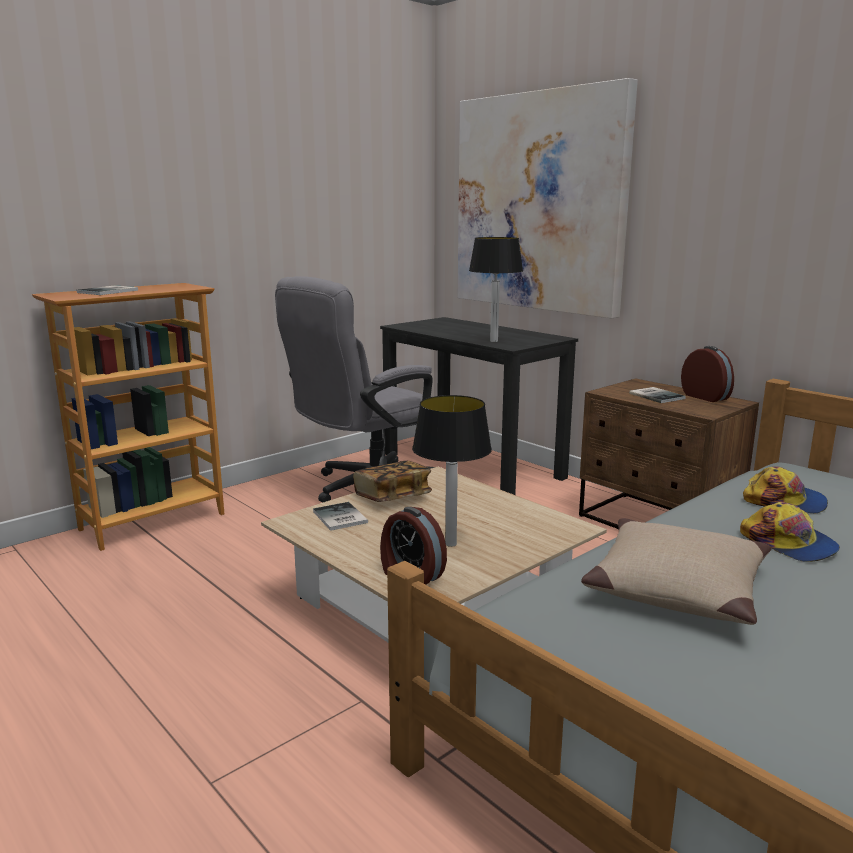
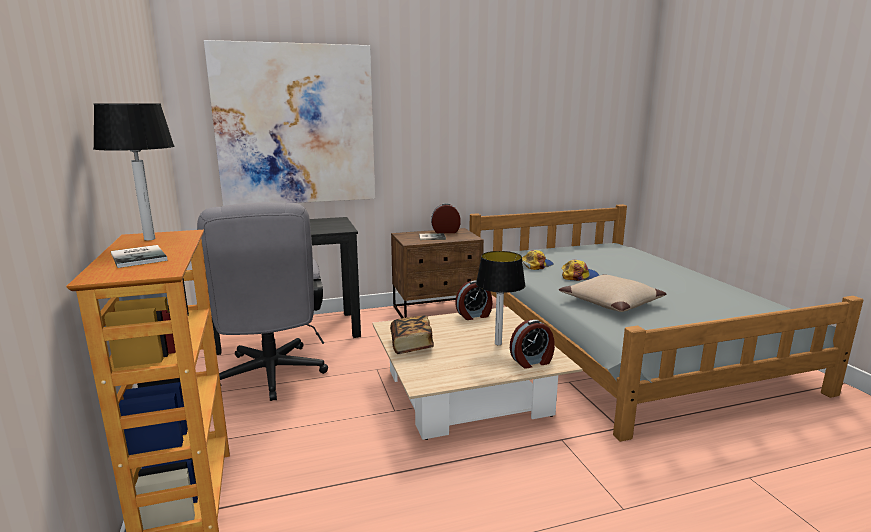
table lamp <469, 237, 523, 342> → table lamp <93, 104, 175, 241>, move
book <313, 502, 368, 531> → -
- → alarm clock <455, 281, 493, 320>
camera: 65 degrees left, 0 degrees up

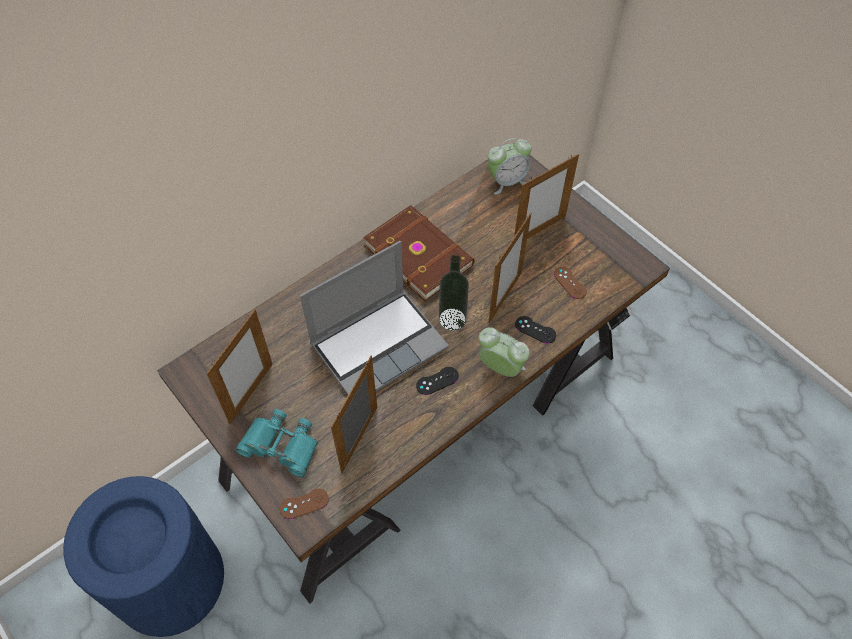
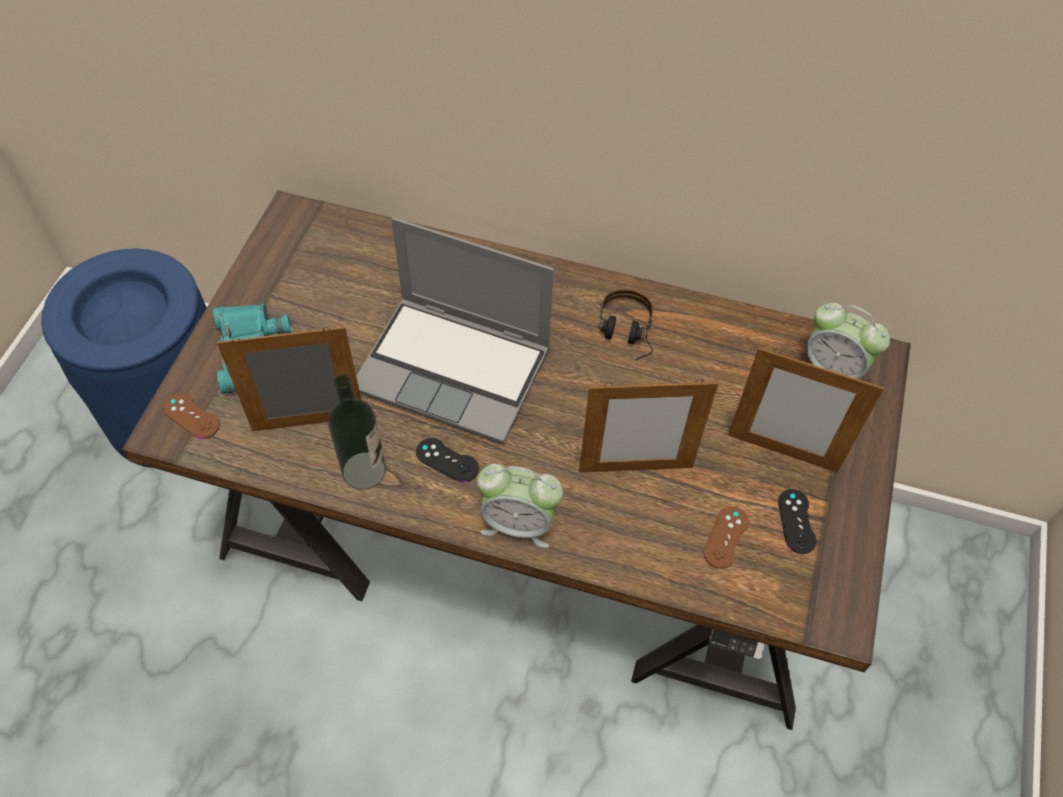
book (brown) <363, 205, 475, 301> → headphones <599, 290, 653, 361>
bottle <439, 255, 469, 331> → bottle <328, 375, 386, 490>, move
picture frame <206, 309, 273, 424> → -
game controller (black) <515, 316, 556, 344> → game controller (black) <778, 489, 816, 554>, move
alarm clock <478, 327, 530, 377> → alarm clock <477, 464, 563, 548>, 105 degrees clockwise
camera: 55 degrees right, 0 degrees up

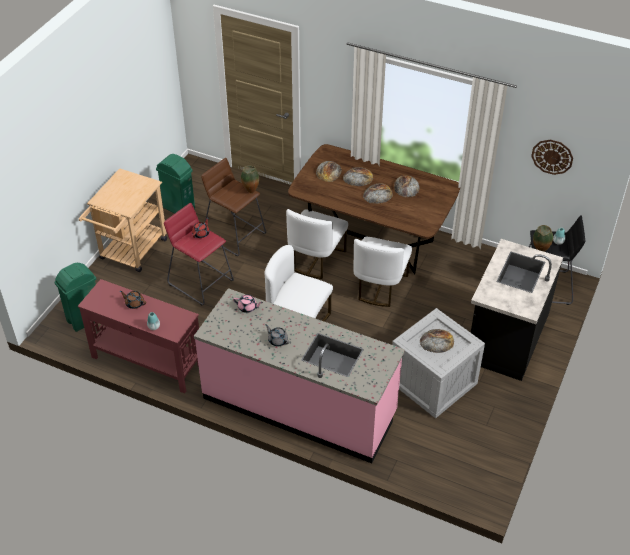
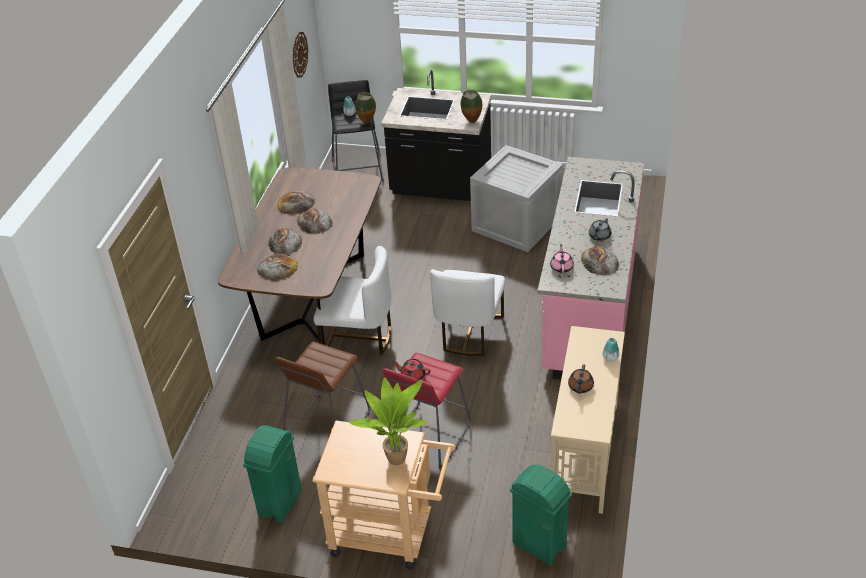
vase <241, 166, 259, 193> → vase <461, 90, 482, 123>, move
chair (white) <353, 237, 412, 307> → -
console table (red) <78, 279, 199, 394> → console table (beige) <551, 326, 625, 514>
bread <420, 329, 454, 353> → bread <581, 246, 619, 276>, move
- → potted plant <348, 378, 428, 465>
camera: 100 degrees left, 5 degrees down

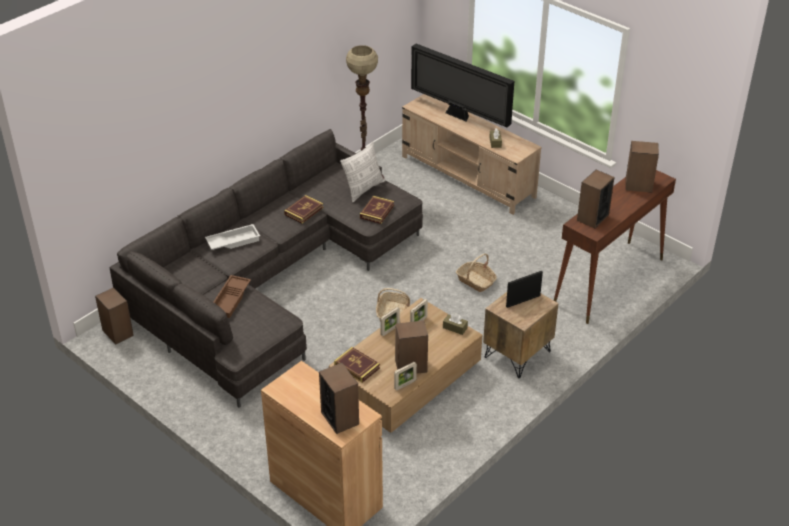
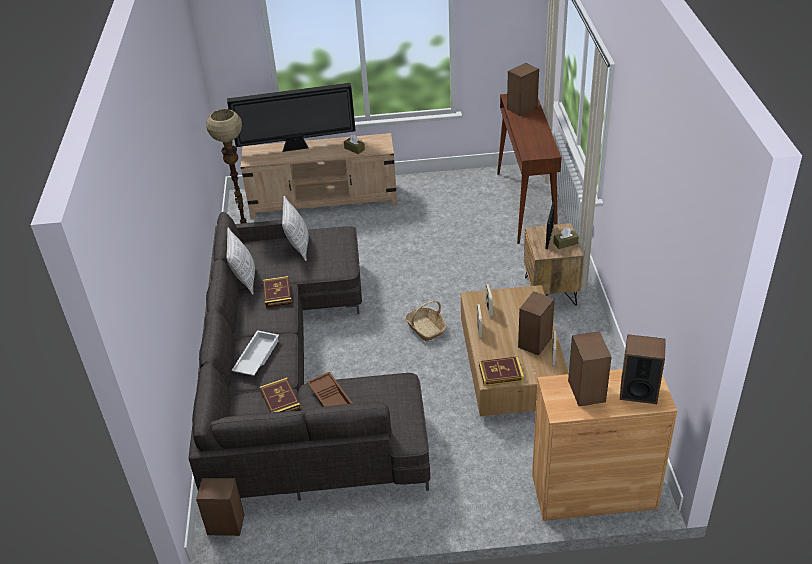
speaker <577, 170, 615, 228> → speaker <568, 331, 612, 406>, move
book <360, 196, 394, 224> → book <260, 377, 301, 412>, move
basket <456, 253, 497, 292> → -
tissue box (brown) <443, 313, 468, 335> → tissue box (brown) <553, 228, 579, 249>, move
- → pillow <226, 227, 255, 295>
camera: 45 degrees left, 0 degrees up

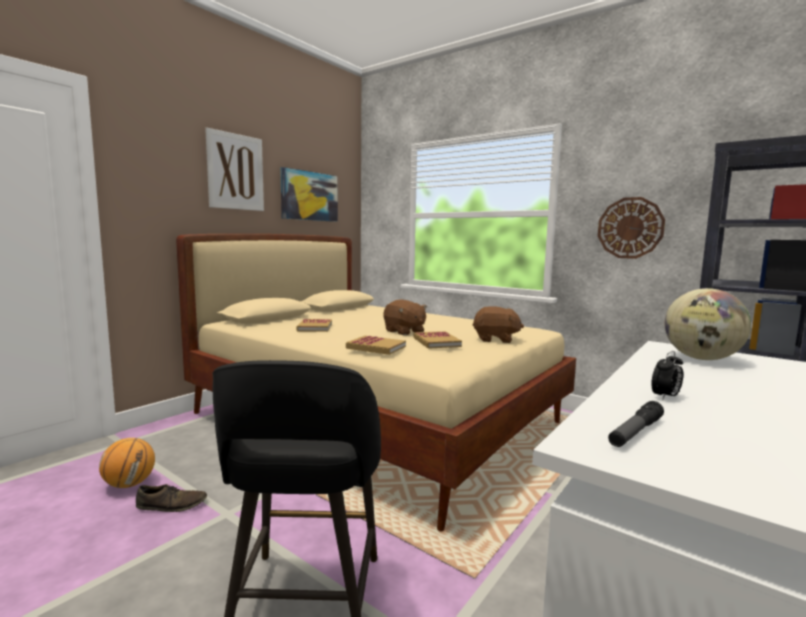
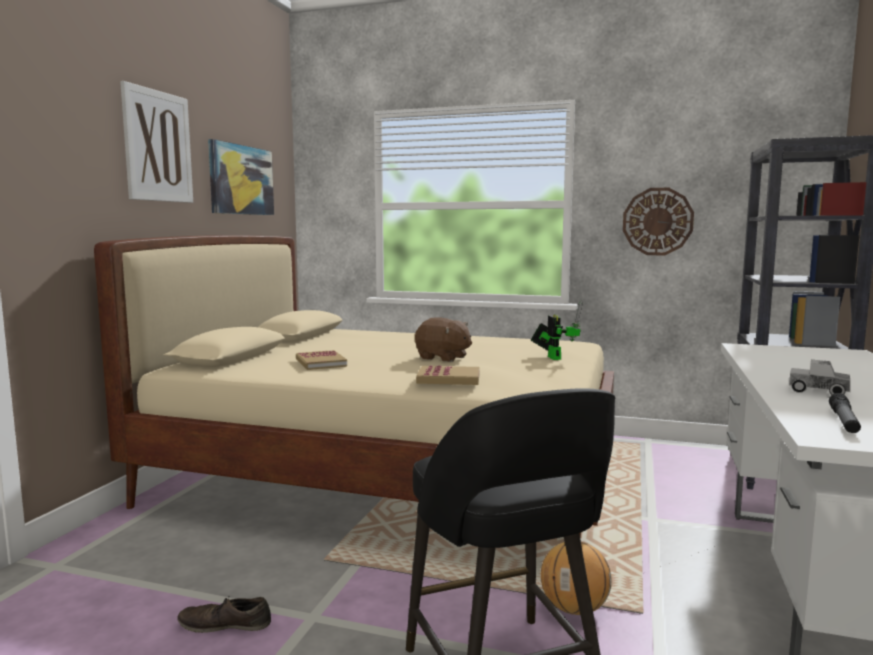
globe <665, 288, 751, 360> → -
plush toy (brown) <472, 306, 524, 343> → toy robot <531, 300, 583, 360>
book <413, 331, 462, 349> → -
alarm clock <651, 351, 683, 400> → toy truck <789, 360, 850, 395>
basketball <99, 438, 155, 488> → basketball <541, 542, 612, 615>, move
shoe (brown) <136, 484, 207, 512> → shoe (brown) <177, 596, 271, 633>, 150 degrees counterclockwise
camera: 20 degrees left, 0 degrees up

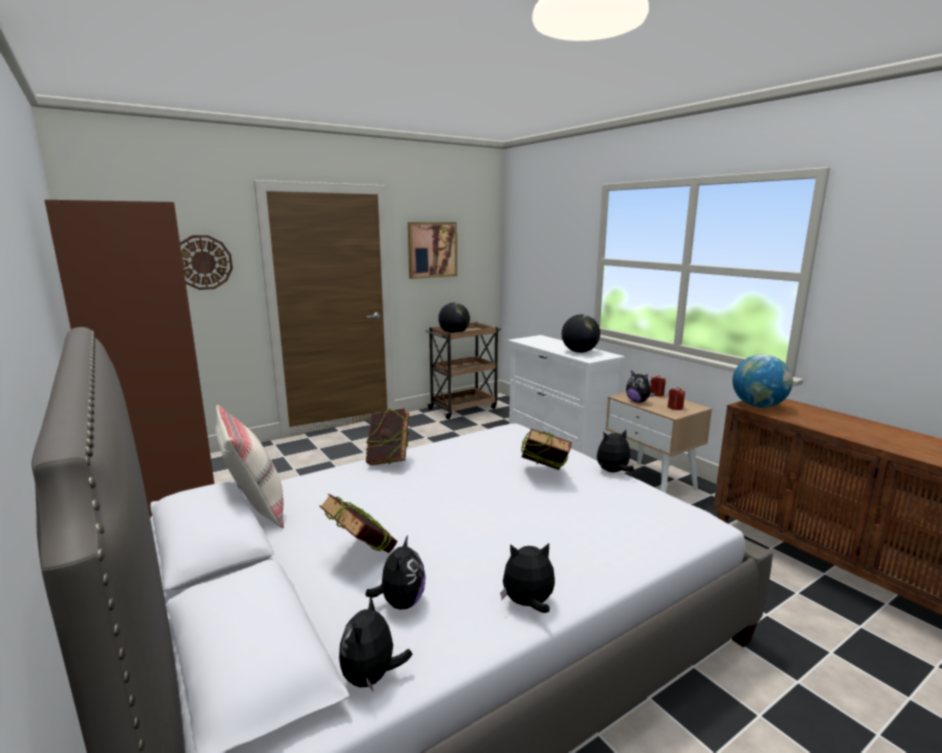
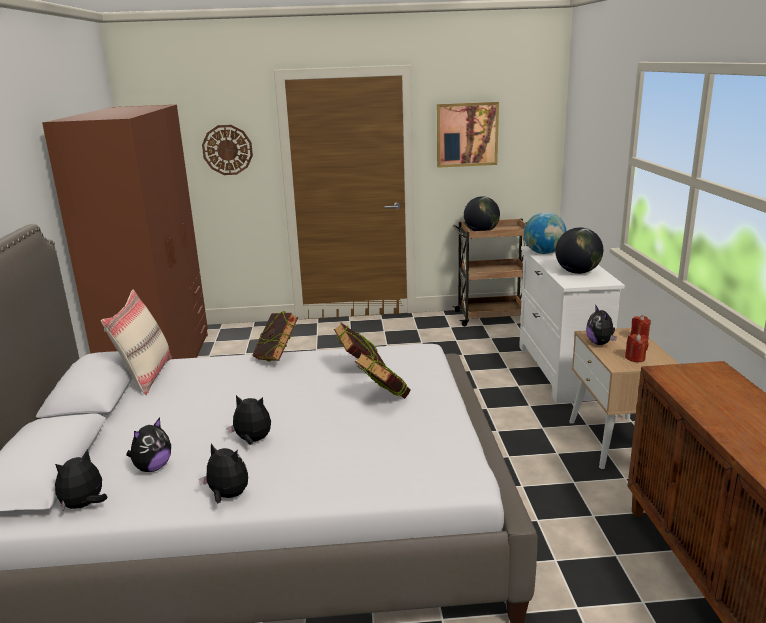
globe <732, 354, 793, 408> → globe <524, 212, 567, 254>, move
plush toy <597, 430, 634, 472> → plush toy <226, 395, 271, 445>, move
book <319, 494, 398, 553> → book <334, 322, 386, 367>, move
camera: 30 degrees right, 5 degrees up

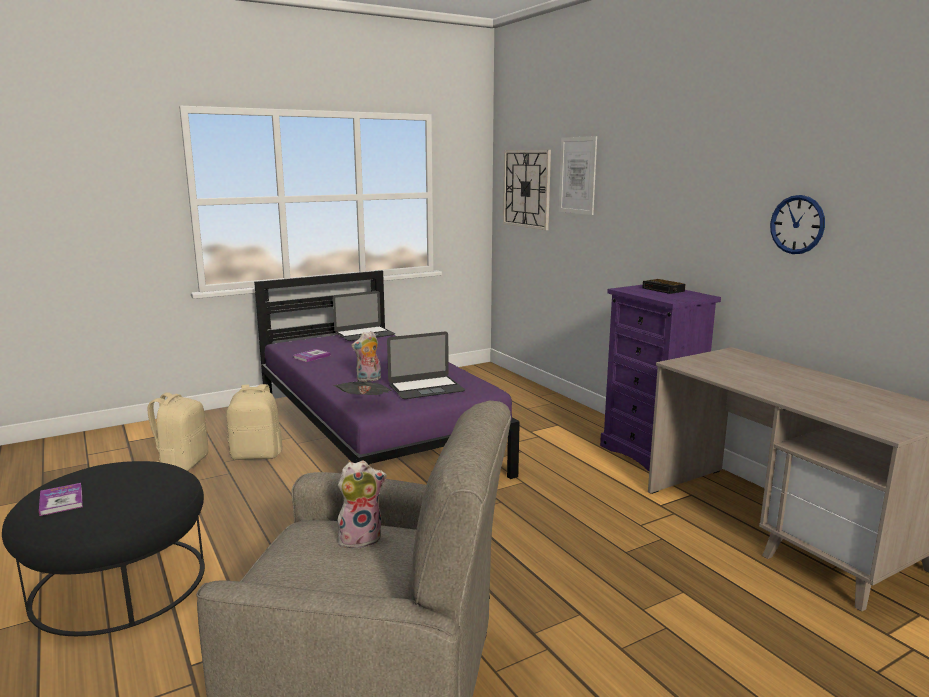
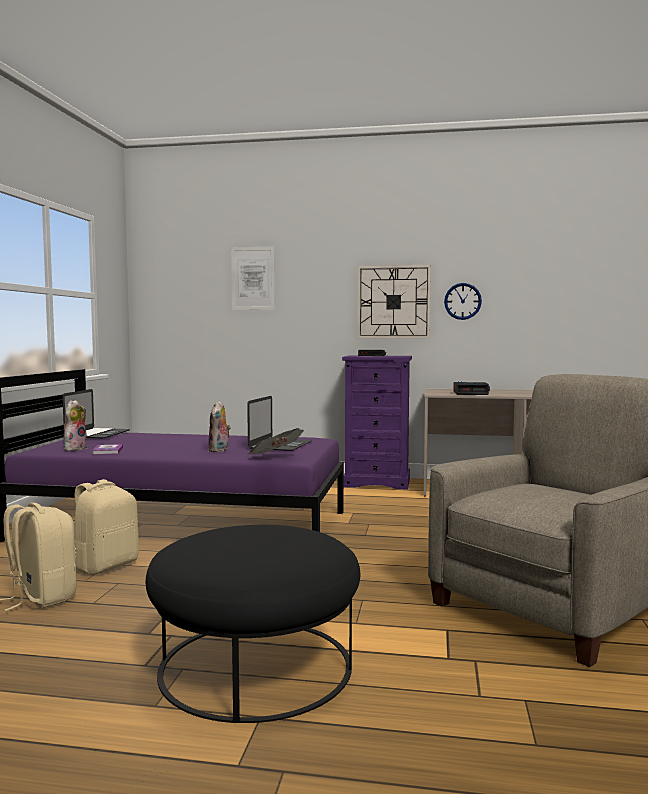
wall clock <503, 150, 551, 230> → wall clock <357, 265, 431, 339>, move
plush toy <337, 461, 387, 549> → plush toy <63, 400, 87, 451>, move
book <39, 483, 83, 516> → -
- → alarm clock <454, 382, 490, 395>
camera: 50 degrees left, 10 degrees down

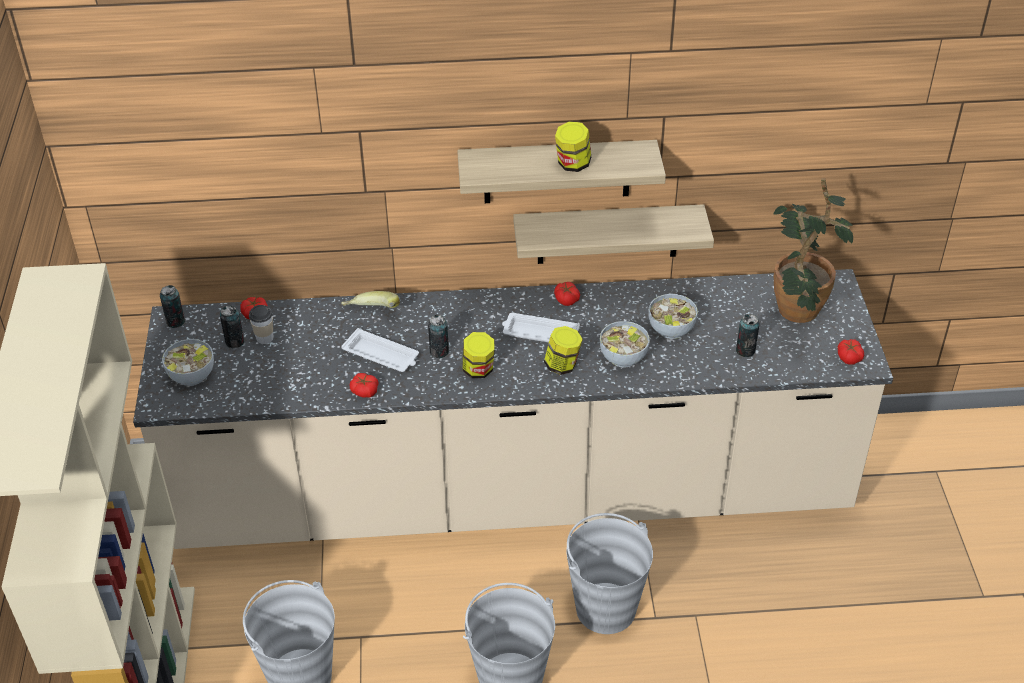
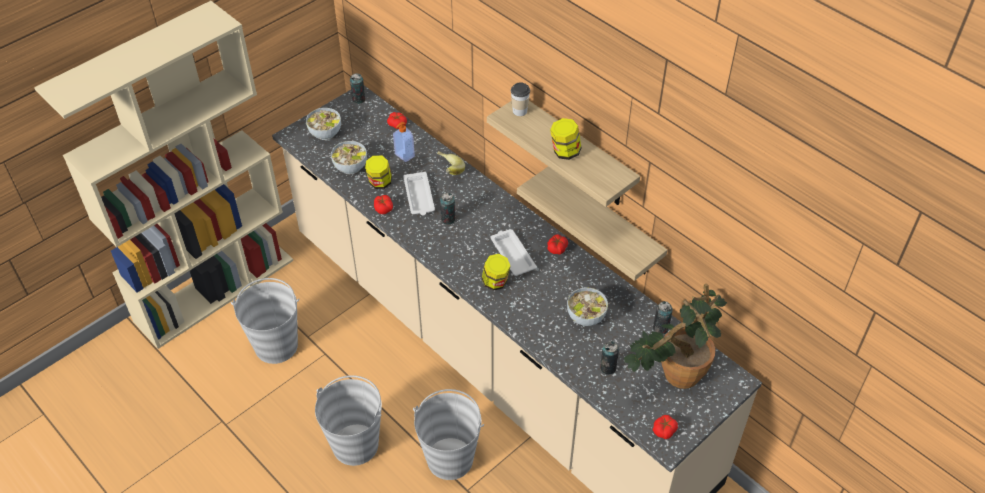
cup <249, 305, 274, 344> → cup <511, 82, 530, 116>, move
can <220, 306, 245, 348> → can <653, 301, 673, 334>, move
bowl <600, 321, 650, 368> → bowl <331, 141, 367, 174>, move
jar <462, 332, 495, 378> → jar <365, 155, 392, 189>, move
- → soap dispenser <393, 122, 415, 162>
camera: 50 degrees right, 5 degrees up

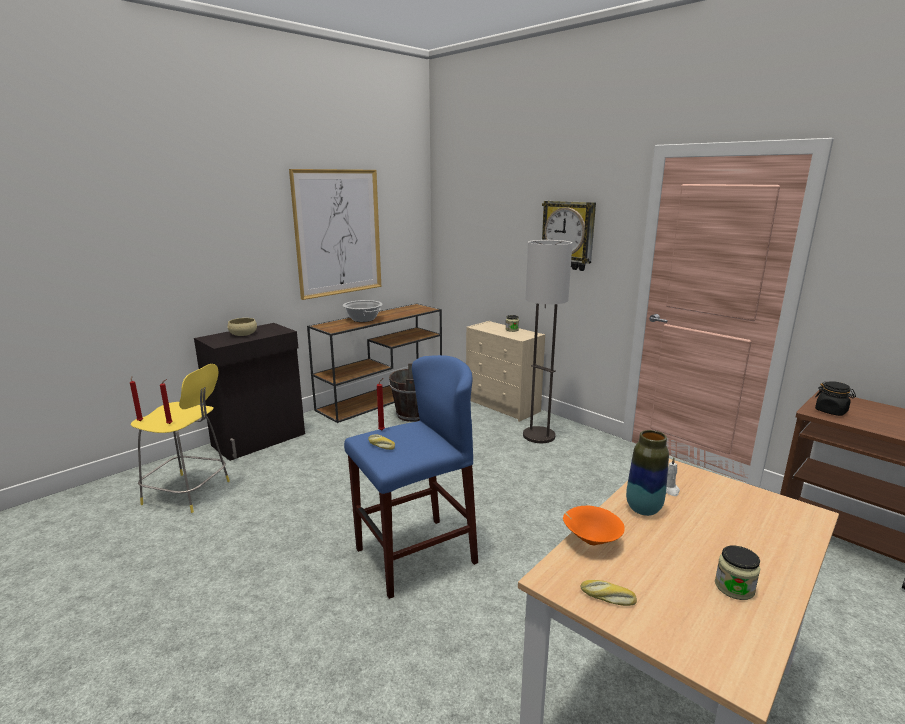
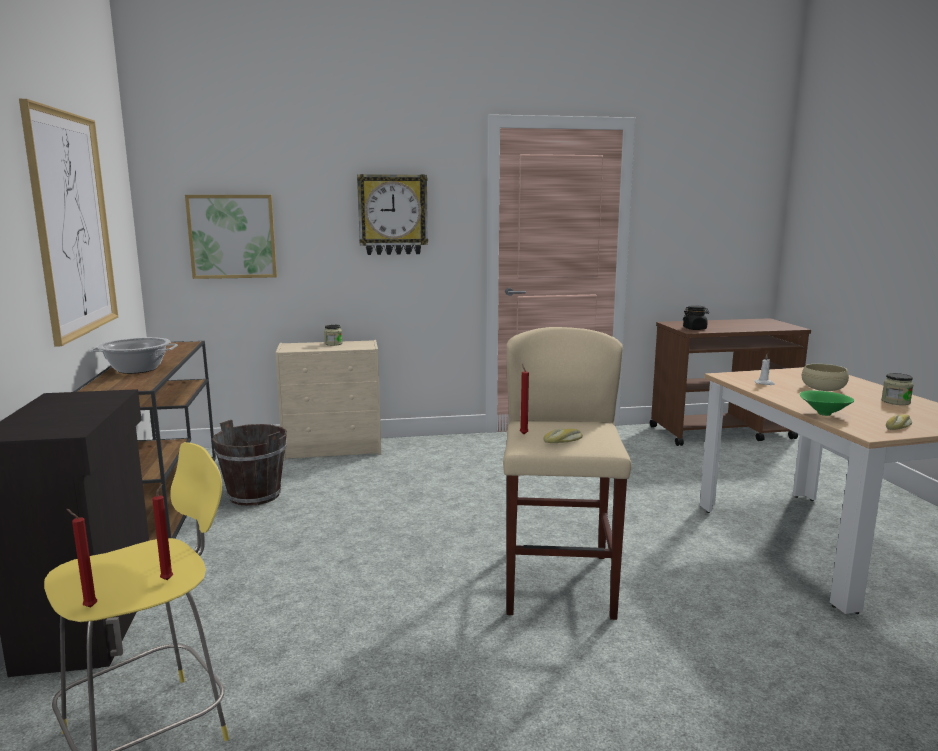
floor lamp <523, 240, 572, 443> → -
bowl (beige) <228, 318, 257, 336> → bowl (beige) <802, 364, 849, 391>, move
stool (blue) <344, 355, 478, 599> → stool (beige) <503, 327, 632, 620>
vase <626, 430, 669, 516> → -
bowl (orange) <563, 506, 625, 545> → bowl (green) <800, 390, 854, 416>
- → picture <185, 195, 277, 279>
camera: 55 degrees left, 5 degrees down

